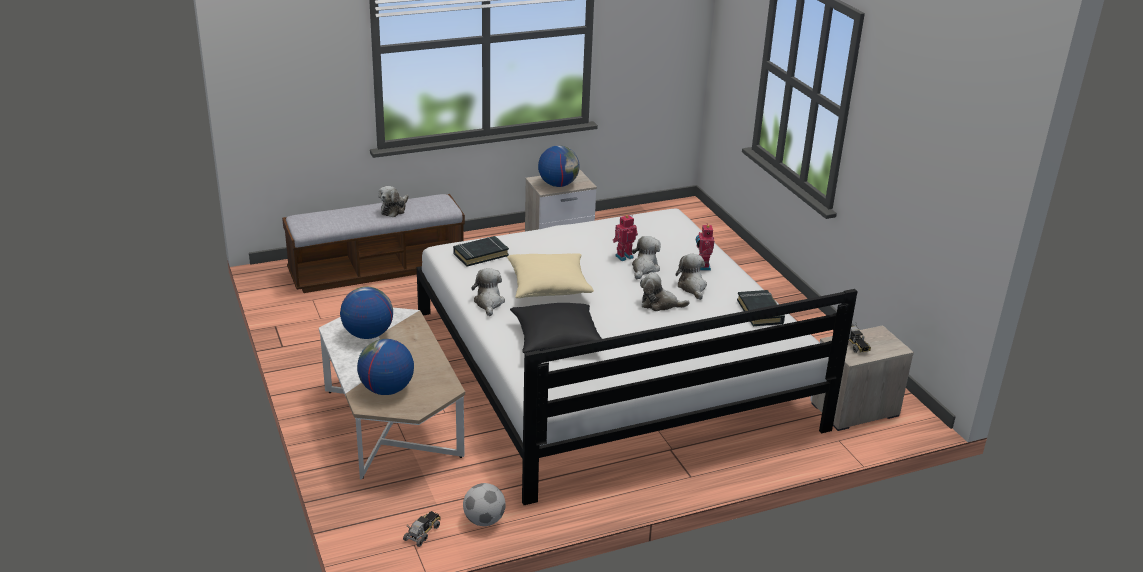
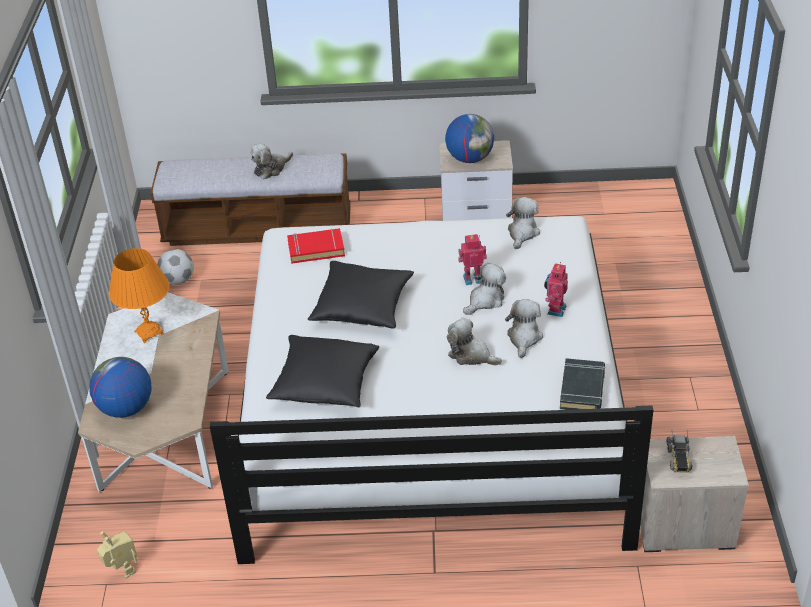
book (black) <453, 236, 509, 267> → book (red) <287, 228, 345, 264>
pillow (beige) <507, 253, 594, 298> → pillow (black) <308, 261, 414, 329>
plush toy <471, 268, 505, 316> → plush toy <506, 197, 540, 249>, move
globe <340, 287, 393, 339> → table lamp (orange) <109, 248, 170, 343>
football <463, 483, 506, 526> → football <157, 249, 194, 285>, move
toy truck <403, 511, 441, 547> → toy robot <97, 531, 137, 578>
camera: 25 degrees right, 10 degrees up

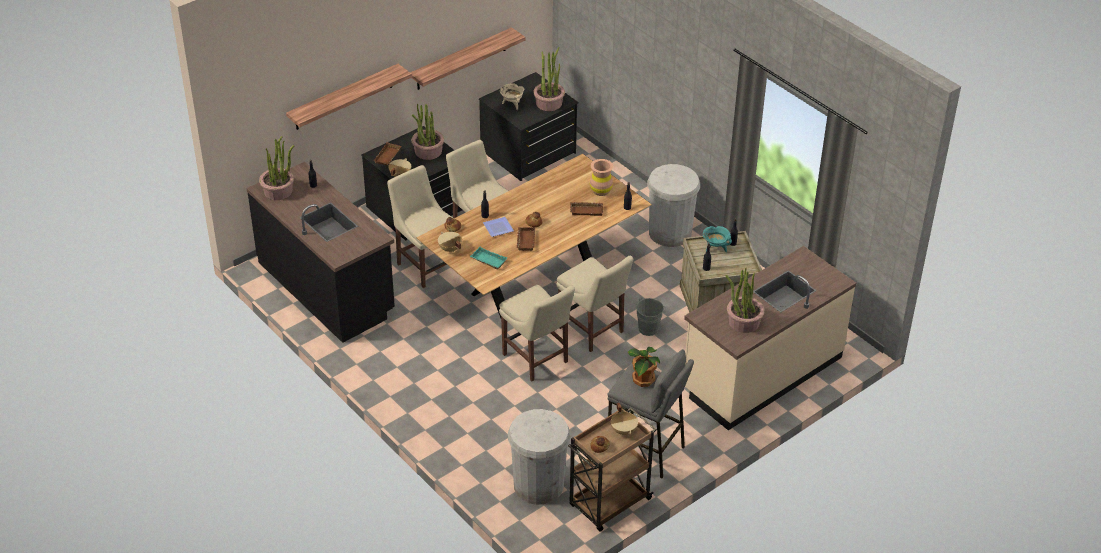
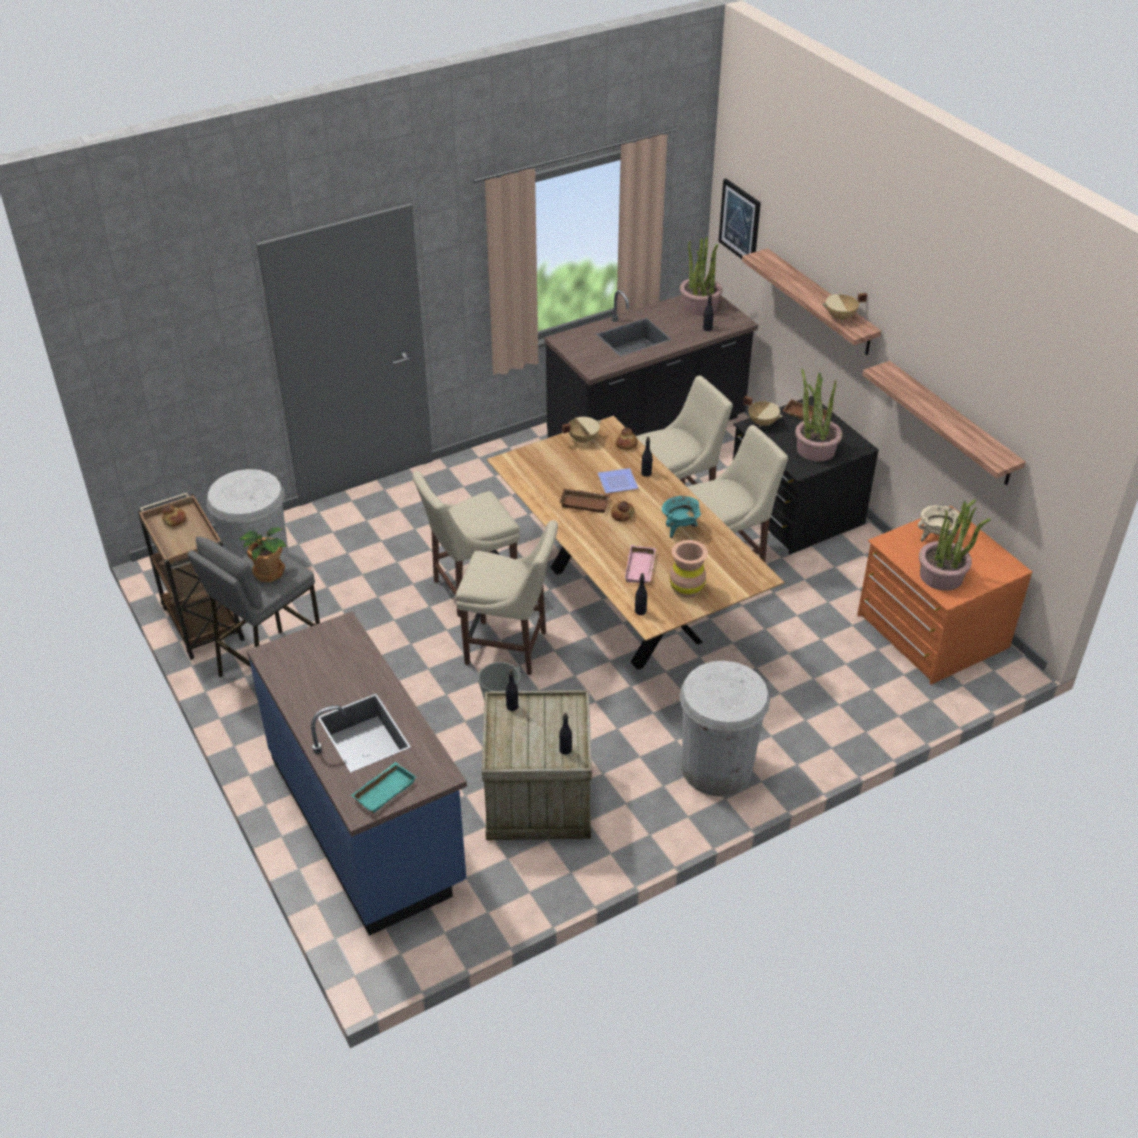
dresser (black) <479, 72, 579, 181> → dresser (orange) <857, 506, 1032, 685>
tray (brown) <570, 202, 603, 216> → tray (pink) <624, 545, 656, 583>
cooking pot (turquoise) <703, 226, 732, 252> → cooking pot (turquoise) <662, 496, 701, 538>, move
counter (beige) <684, 246, 856, 430> → counter (blue) <247, 611, 467, 936>
tray (turquoise) <470, 247, 507, 269> → tray (turquoise) <351, 762, 416, 813>, move
chair (beige) <556, 256, 633, 352> → chair (beige) <456, 520, 558, 675>, 135 degrees counterclockwise
potted plant <725, 268, 765, 333> → -
cooking pot (beige) <611, 403, 638, 435> → cooking pot (beige) <822, 293, 867, 321>, move
- → picture <718, 179, 761, 259>
camera: 100 degrees right, 0 degrees up

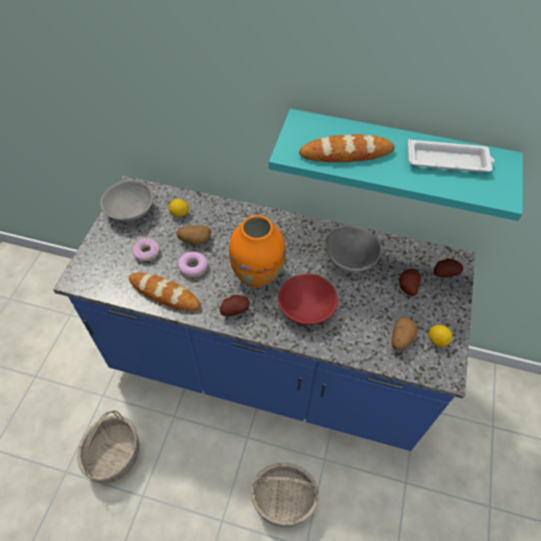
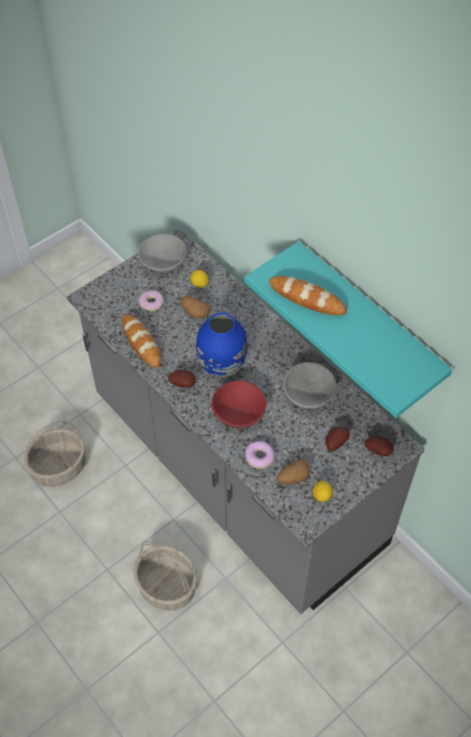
tray (white) <408, 139, 494, 172> → -
counter (blue) <53, 176, 475, 451> → counter (grey) <67, 228, 425, 614>
vase (orange) <229, 215, 286, 287> → vase (blue) <196, 313, 248, 378>
donut <178, 251, 208, 277> → donut <245, 441, 275, 469>, move
camera: 35 degrees right, 0 degrees up

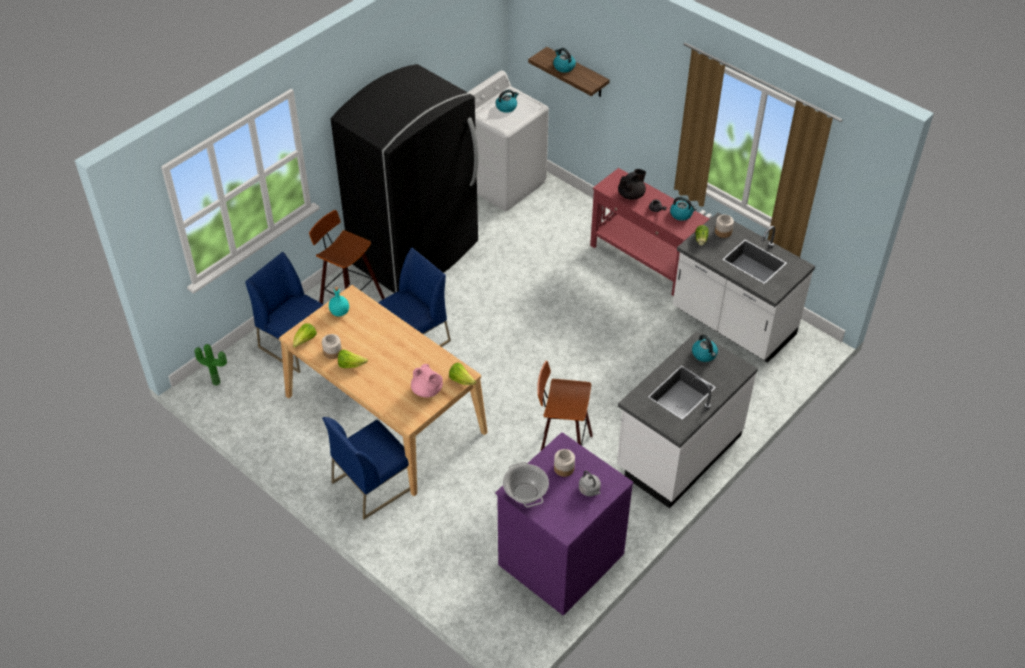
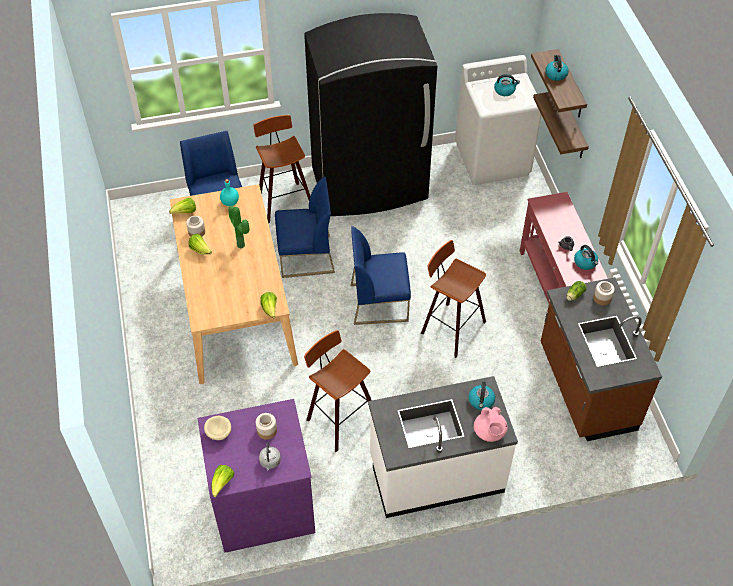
teapot (black) <618, 169, 646, 200> → -
counter (white) <673, 212, 815, 362> → counter (brown) <541, 277, 662, 441>
potted plant <195, 344, 227, 386> → potted plant <228, 206, 250, 249>, move
teapot (pink) <411, 364, 443, 398> → teapot (pink) <474, 407, 508, 442>, move
chair (blue) <322, 417, 410, 519> → chair (blue) <351, 226, 411, 325>, move
cooking pot <503, 462, 549, 507> → bowl (beige) <204, 416, 231, 440>
- → shelf <533, 92, 589, 158>
- → stool <421, 240, 486, 358>
- → lettuce <212, 465, 234, 497>
camera: 35 degrees right, 5 degrees up

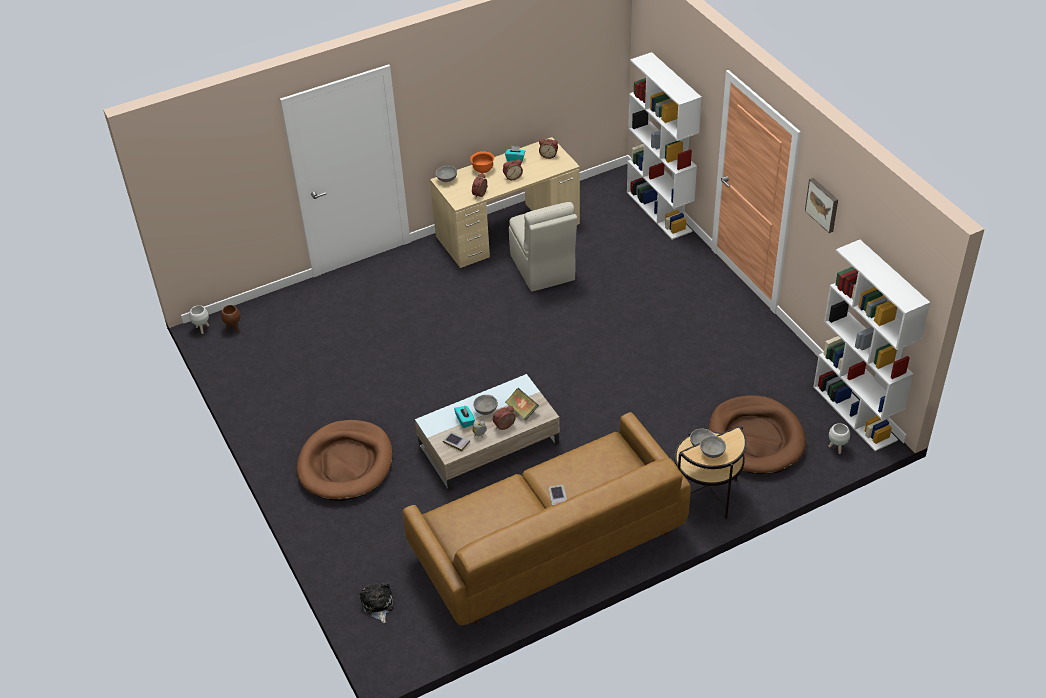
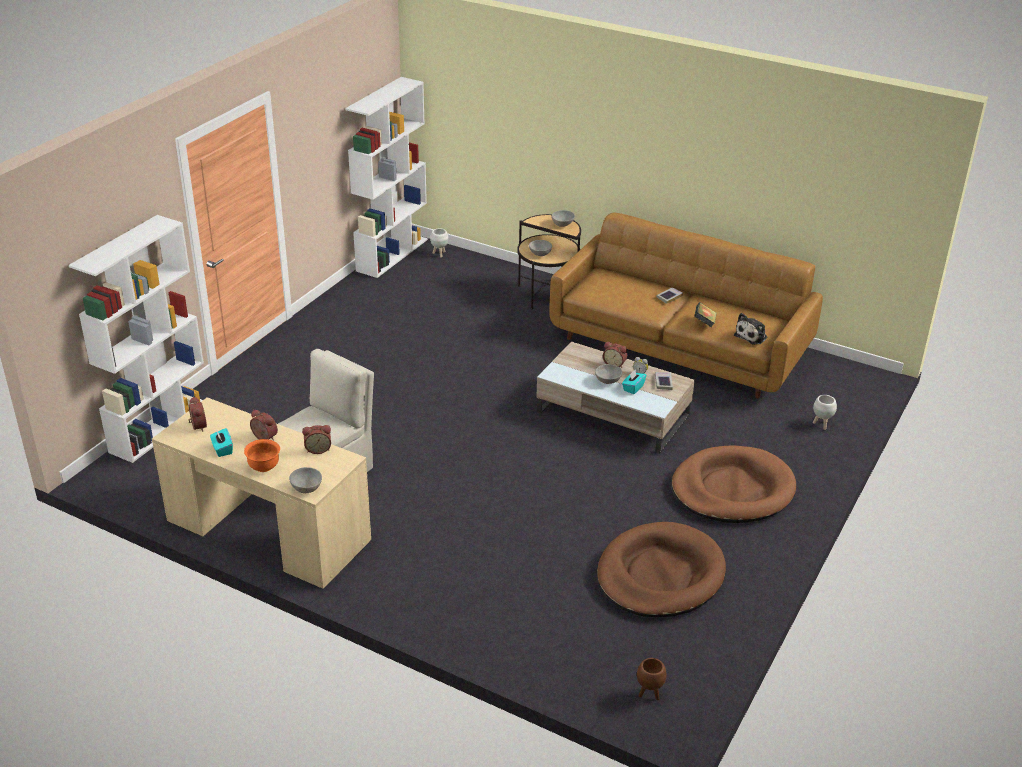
picture <805, 178, 838, 233> → -
planter (white) <189, 305, 209, 334> → planter (white) <813, 395, 837, 430>, move
book <505, 388, 539, 420> → book <694, 302, 716, 328>, move
dog bed (brown) <709, 395, 806, 474> → dog bed (brown) <597, 522, 726, 617>, move
plush toy <360, 583, 393, 623> → plush toy <734, 313, 768, 345>, move
camera: 125 degrees left, 10 degrees down

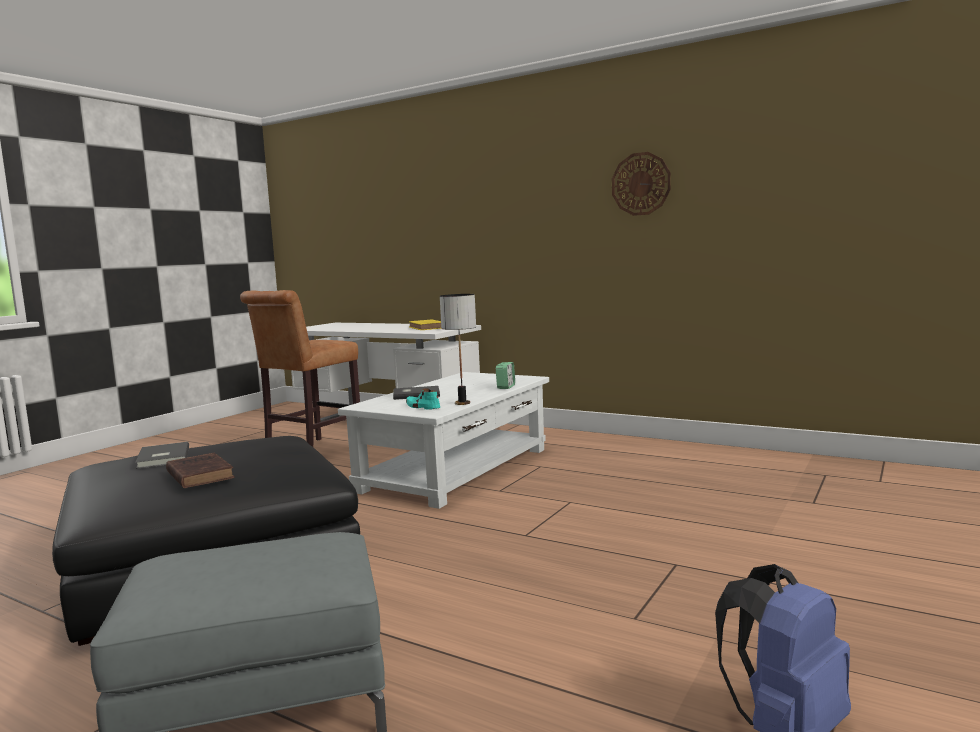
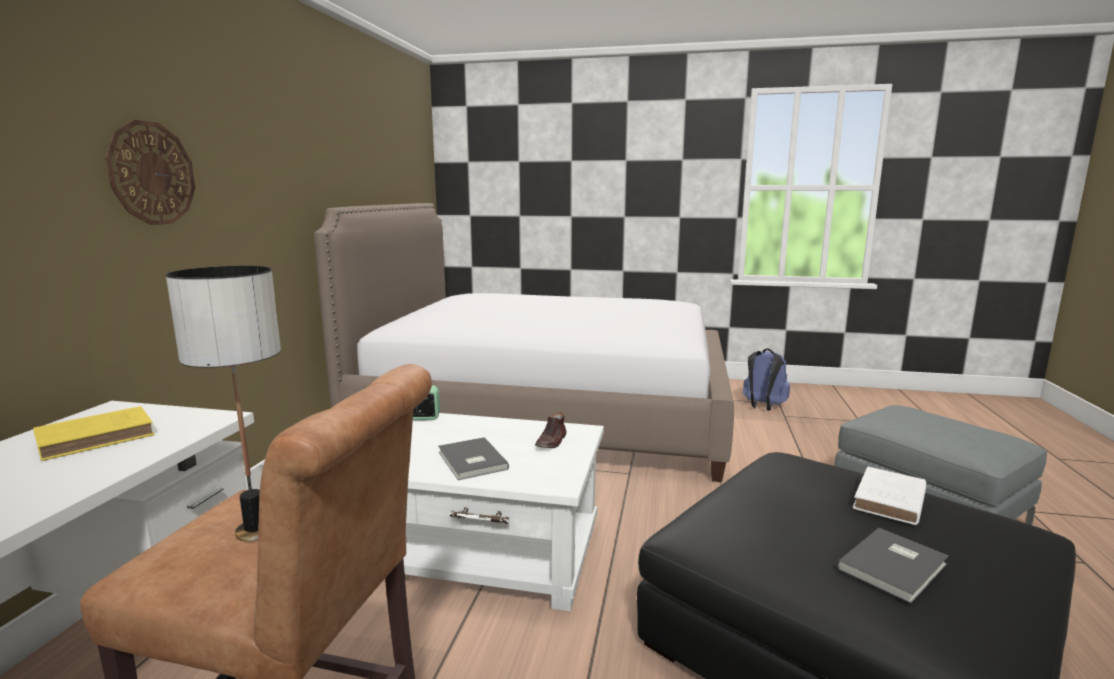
wall clock <612, 152, 671, 216> → wall clock <105, 120, 195, 225>, move
table lamp <440, 294, 476, 405> → table lamp <166, 266, 281, 541>, move
shoe (turquoise) <406, 388, 440, 410> → shoe (brown) <535, 412, 566, 448>
book (brown) <166, 453, 235, 488> → book (white) <853, 467, 927, 525>
- → bed <314, 203, 734, 482>
camera: 110 degrees left, 5 degrees up

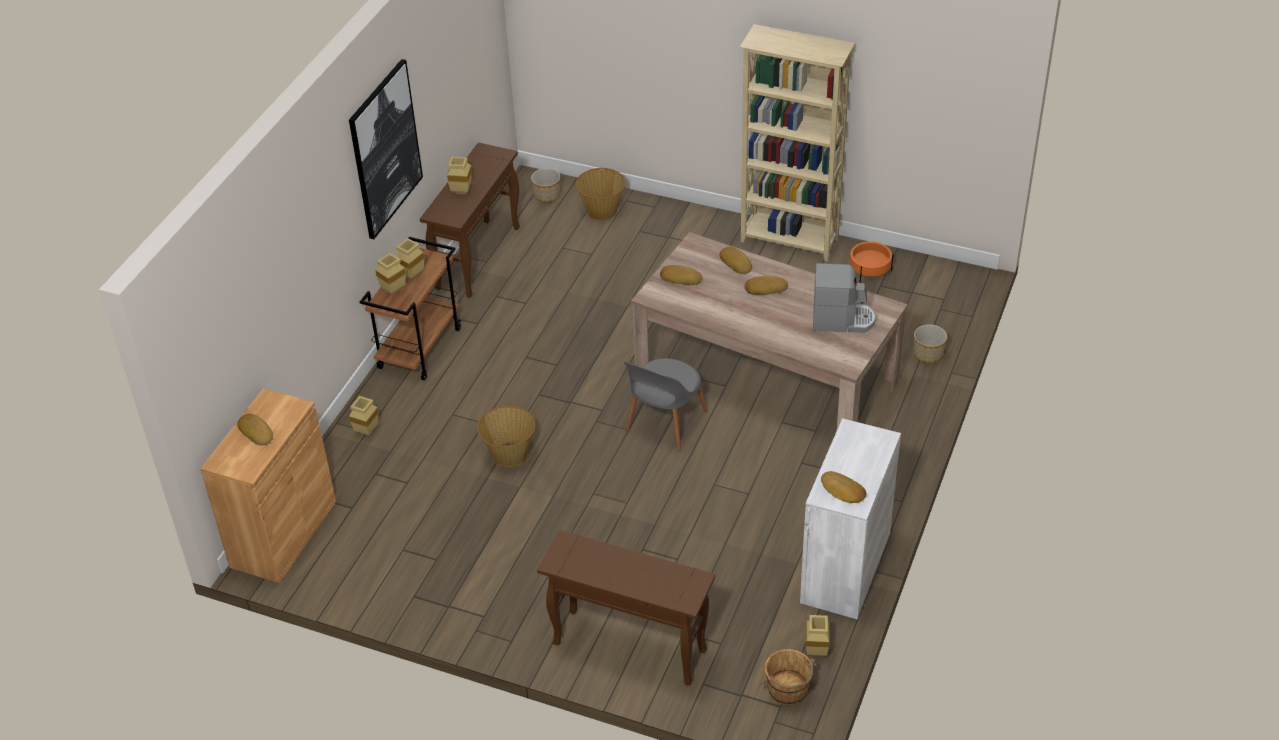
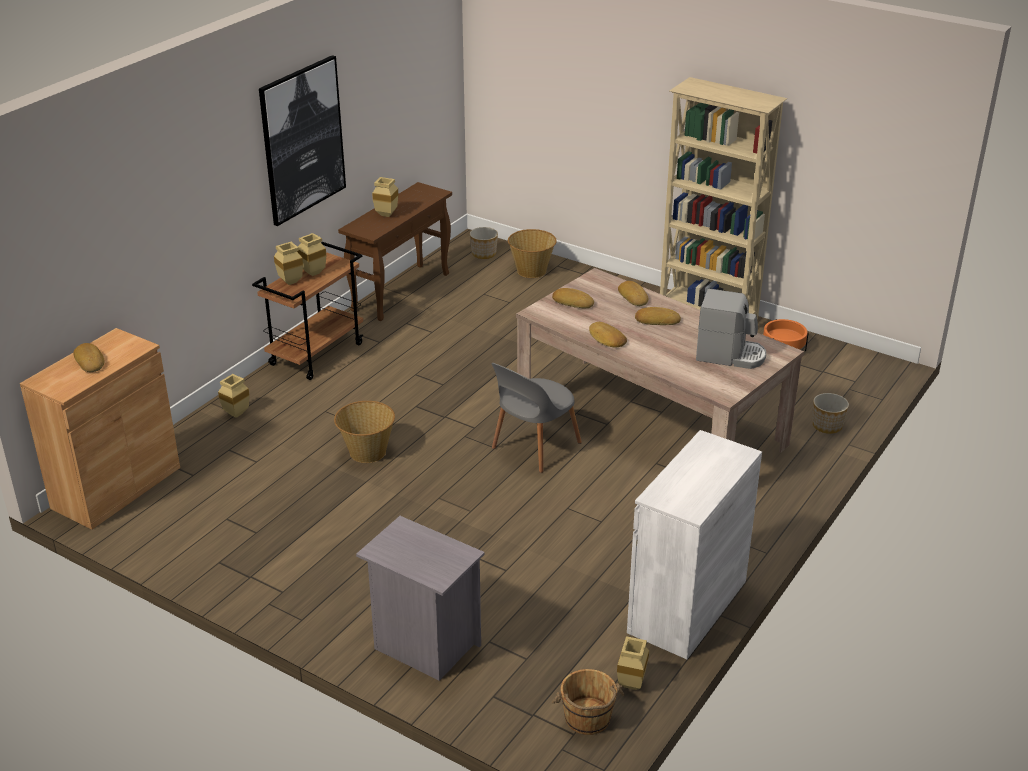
bread <821, 471, 866, 503> → bread <589, 322, 627, 348>, move
console table (brown) <537, 530, 715, 686> → nightstand (grey) <356, 516, 485, 681>
camera: 10 degrees right, 10 degrees down

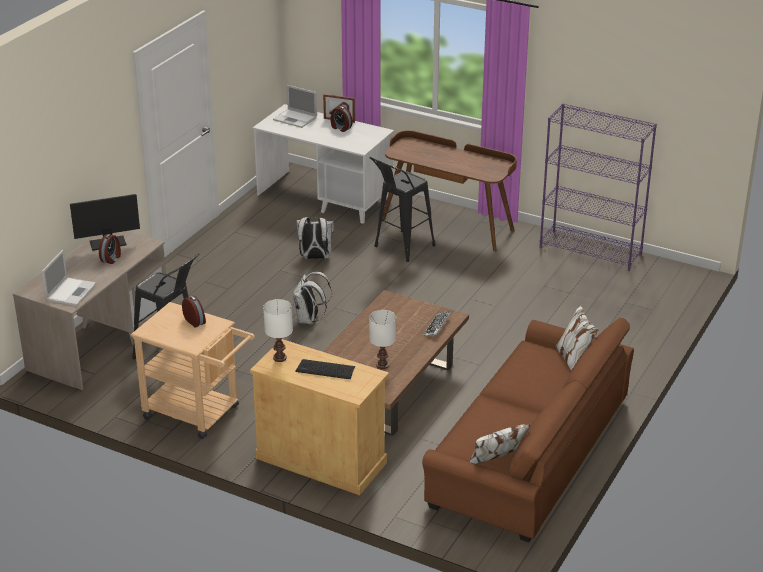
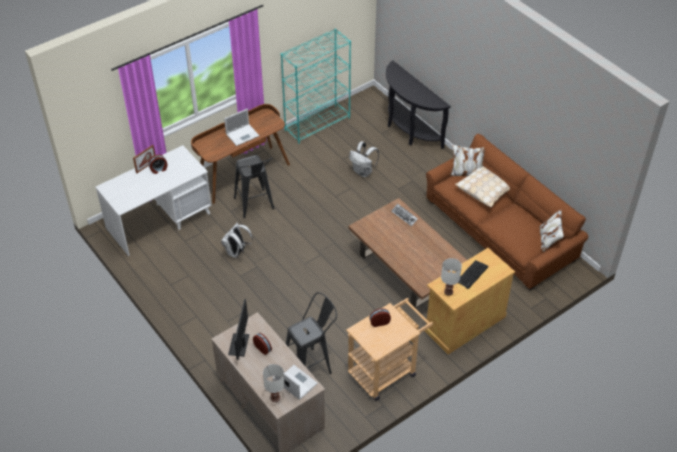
laptop <273, 85, 317, 128> → laptop <224, 109, 259, 146>, move
bookcase (purple) <540, 103, 657, 271> → bookcase (turquoise) <281, 29, 351, 144>
backpack (white) <293, 272, 332, 324> → backpack (white) <349, 141, 379, 177>, move
table lamp (white) <369, 310, 396, 369> → table lamp (white) <263, 364, 285, 402>, move
- → console table (black) <386, 61, 451, 149>
- → pillow (beige) <455, 166, 510, 207>
camera: 65 degrees left, 15 degrees up

